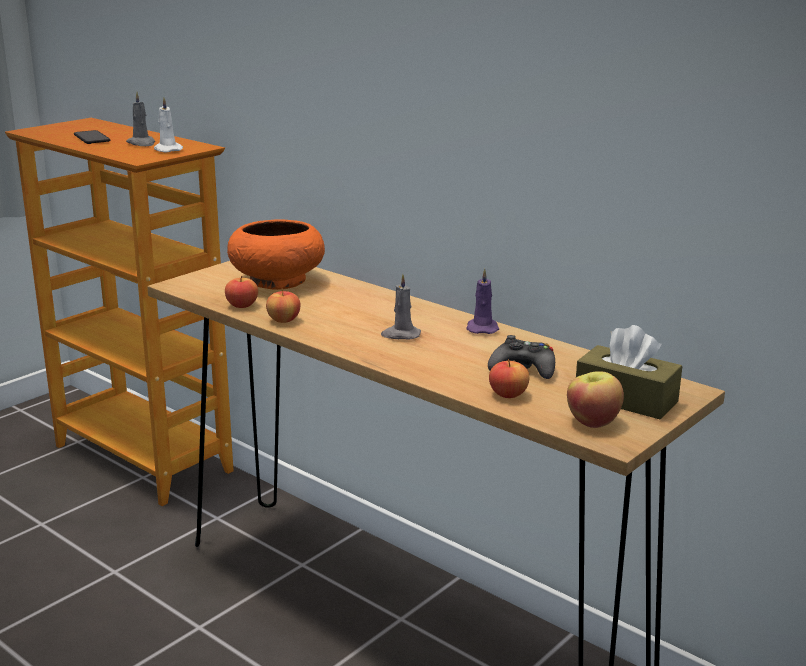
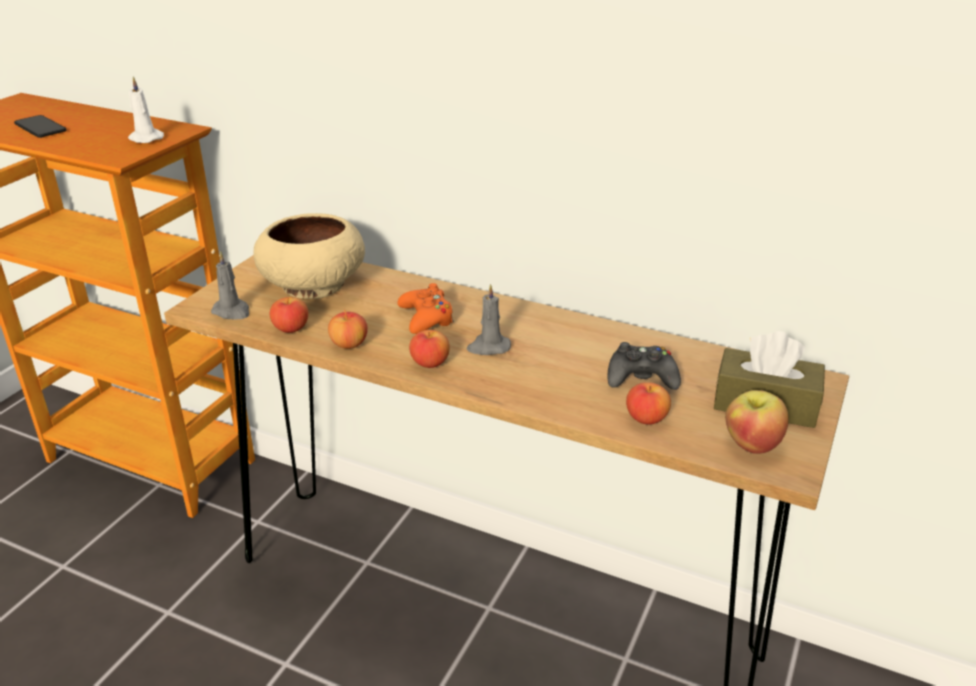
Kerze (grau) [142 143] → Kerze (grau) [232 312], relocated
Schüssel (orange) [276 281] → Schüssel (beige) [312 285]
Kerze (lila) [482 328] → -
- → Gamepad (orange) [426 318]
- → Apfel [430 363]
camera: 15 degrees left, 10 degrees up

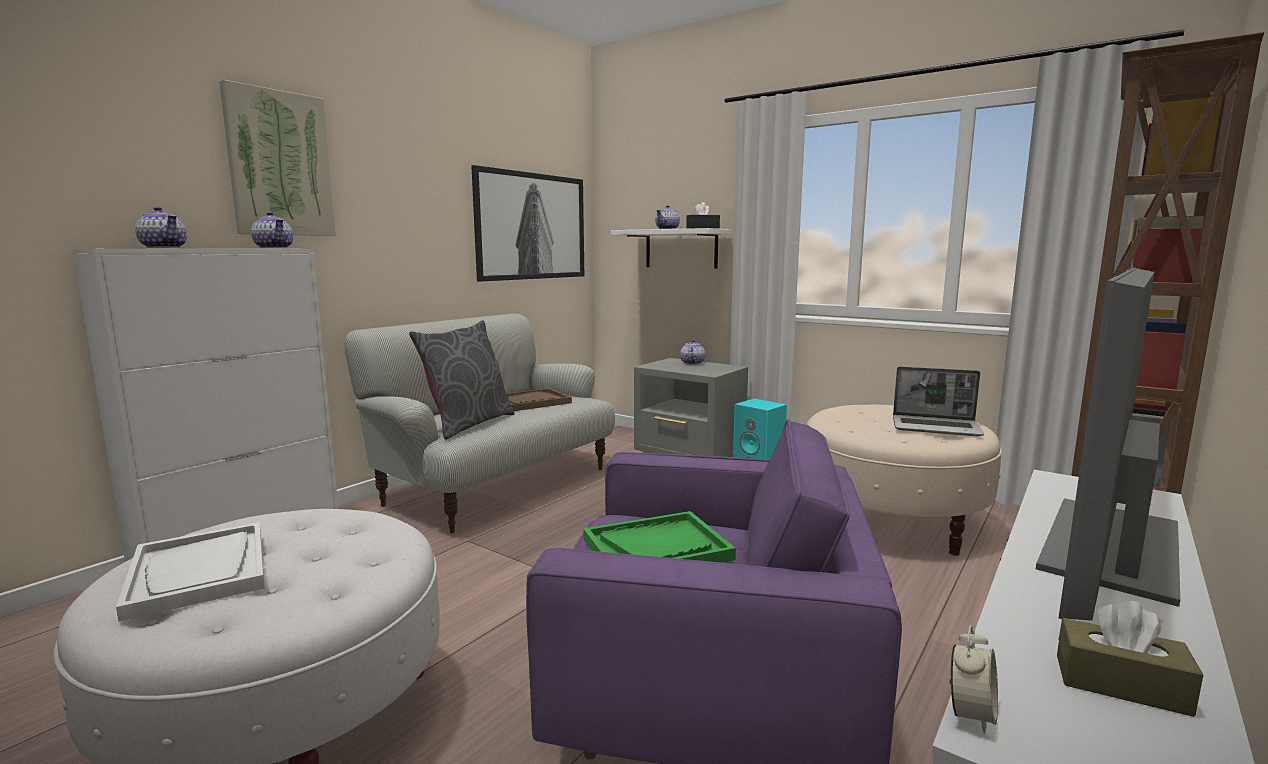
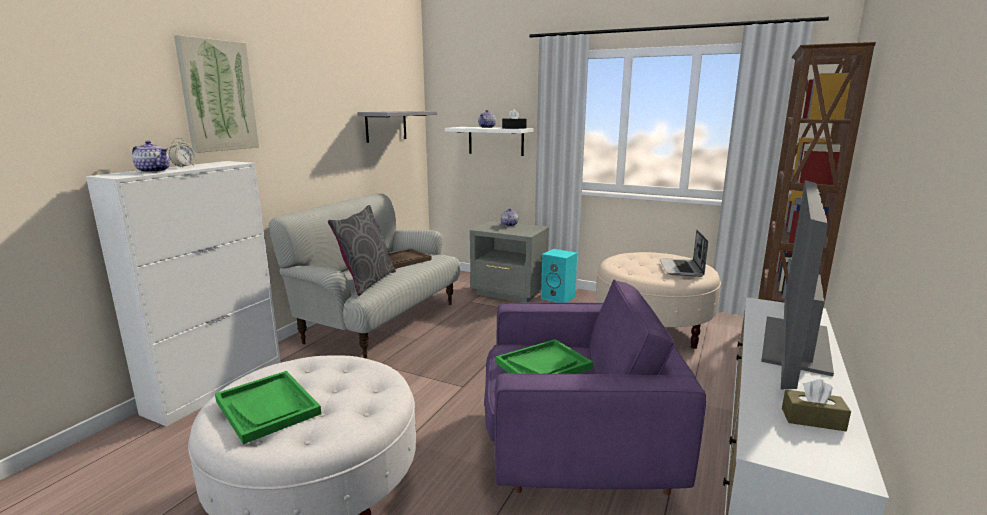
Tablett (weiß) [199 572] → Tablett (grün) [268 407]
Teekanne [274 248] → -
Bild [532 226] → Wandregal (grau) [386 126]
Laptop [936 427] → Laptop [681 269], 90 degrees clockwise
Wecker [971 714] → Wecker [184 166], relocated
camera: 10 degrees left, 5 degrees up

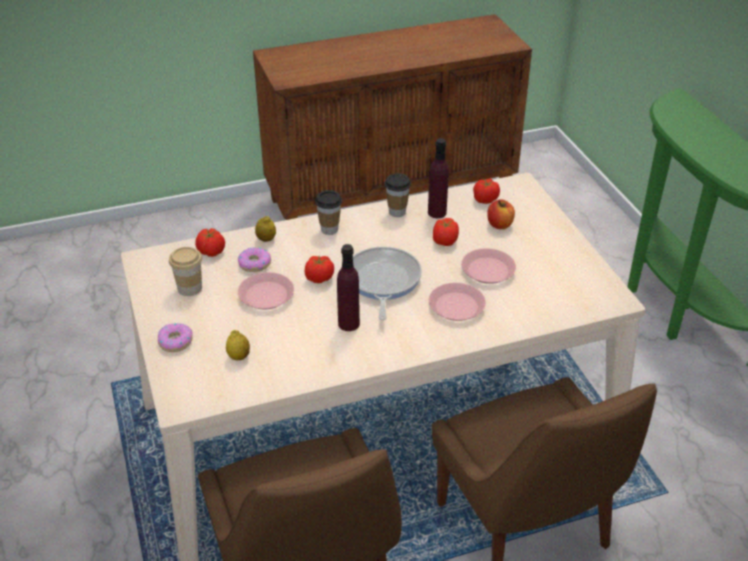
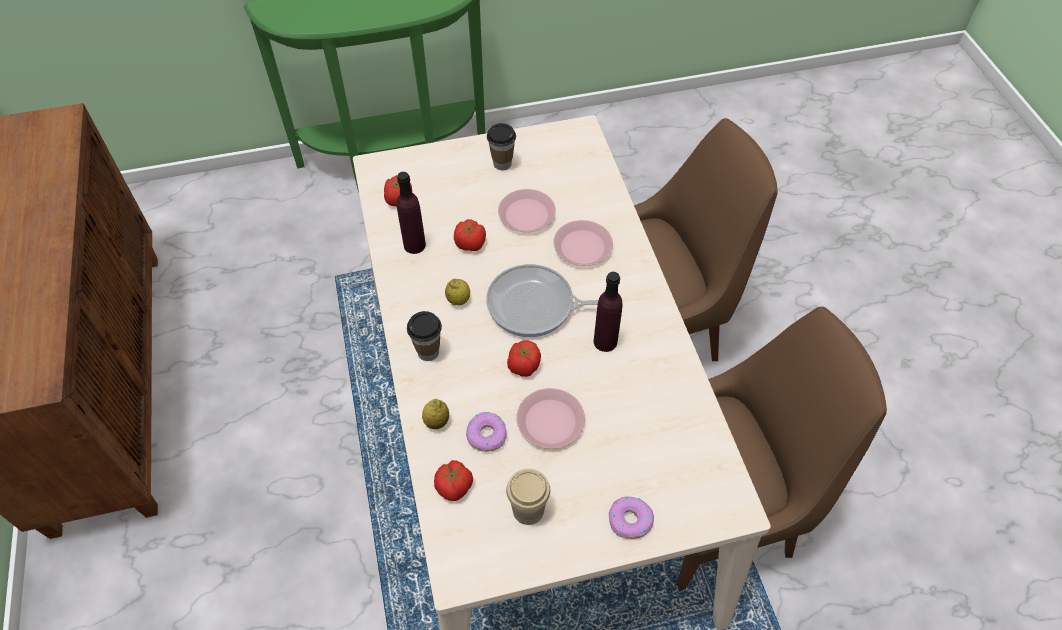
Zitrone [238 357] → Zitrone [458 300], relocated
Tasse [397 212] → Tasse [502 164], relocated
Apfel [500 224] → -
camera: 85 degrees left, 15 degrees up

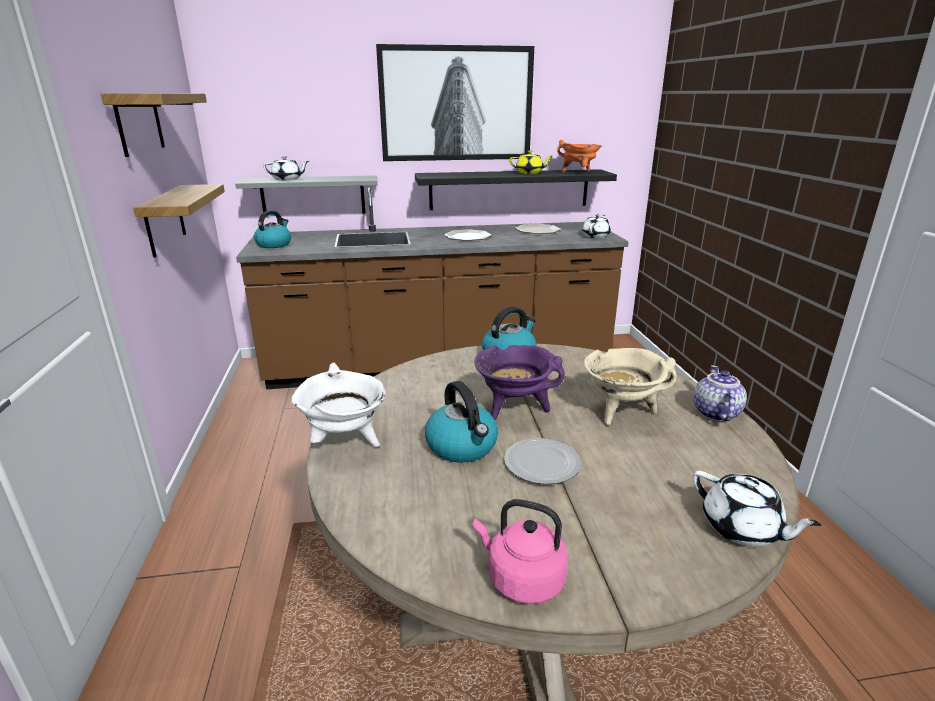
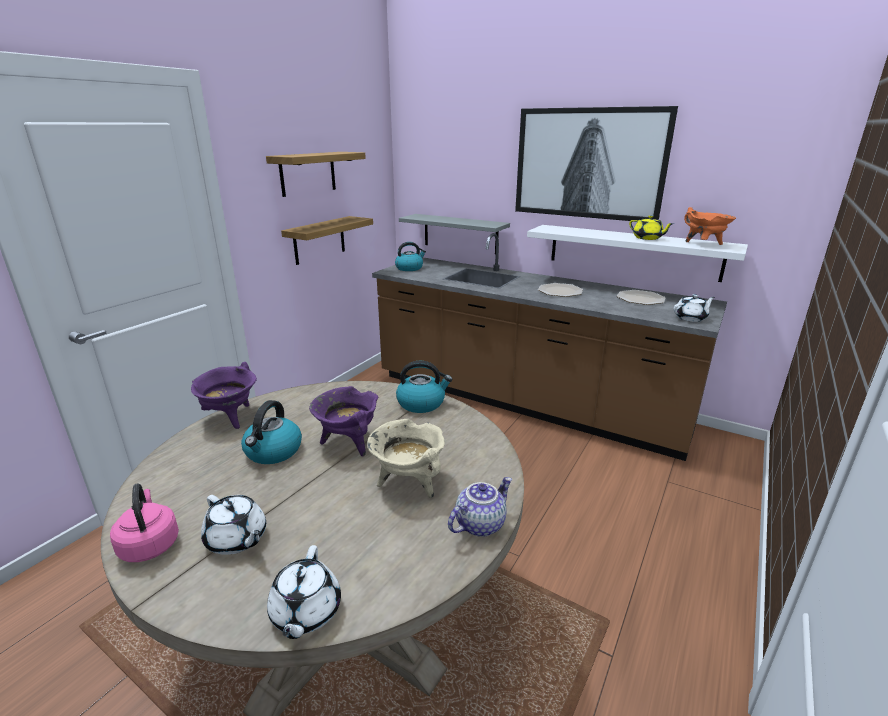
Teekanne (weiß) [287 179] → Teekanne (weiß) [237 539], relocated
Kochtopf (weiß) [345 442] → Kochtopf (lila) [230 418]
Wandregal (schwarz) [509 189] → Wandregal (weiß) [633 252]
Teller [542 464] → -
camera: 40 degrees right, 0 degrees up

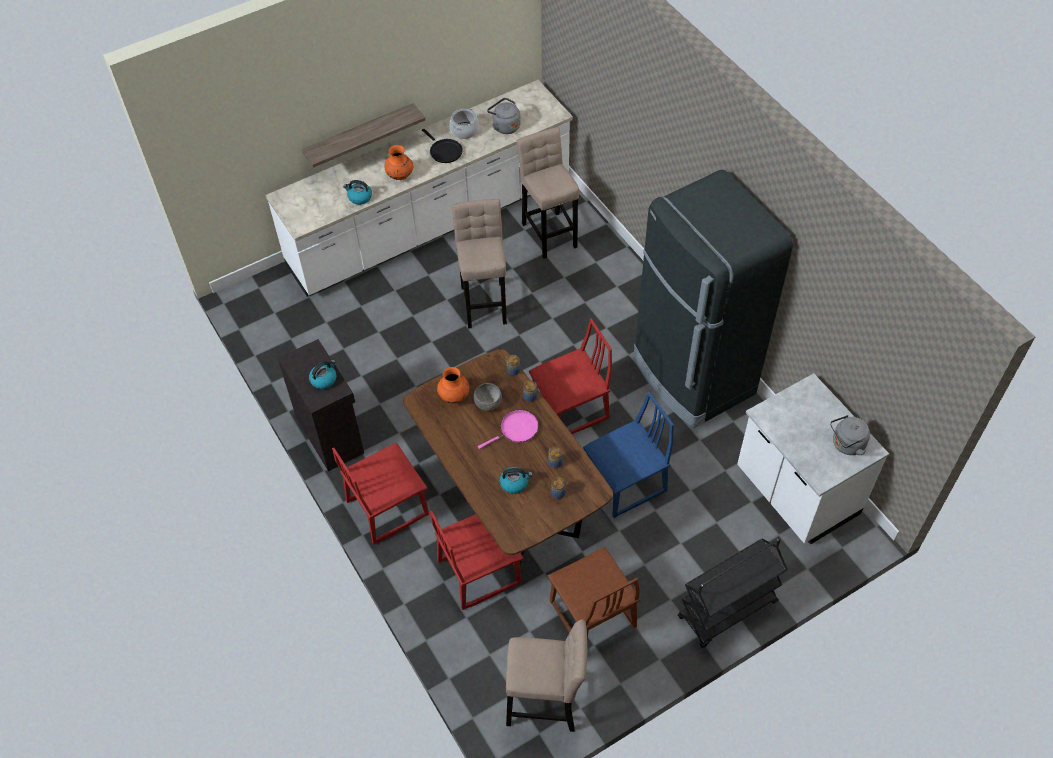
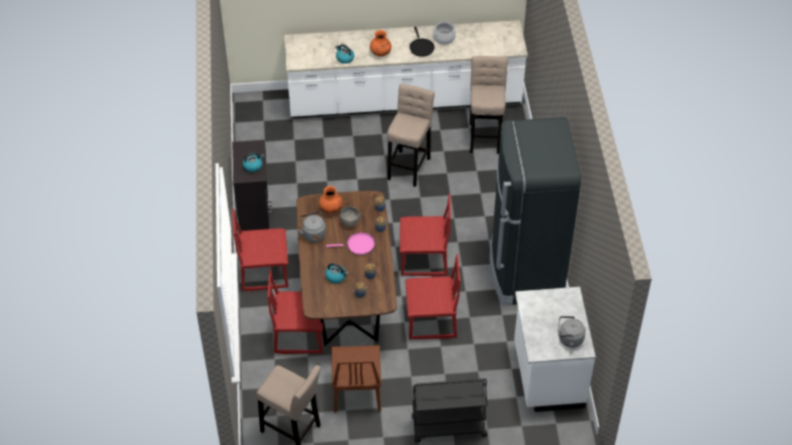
Wandregal [359 136] → -
Wasserkessel (grau) [505 126] → Wasserkessel (grau) [313 234], relocated
Stuhl (blau) [626 484] → Stuhl (rot) [431 321]
camera: 25 degrees right, 5 degrees down

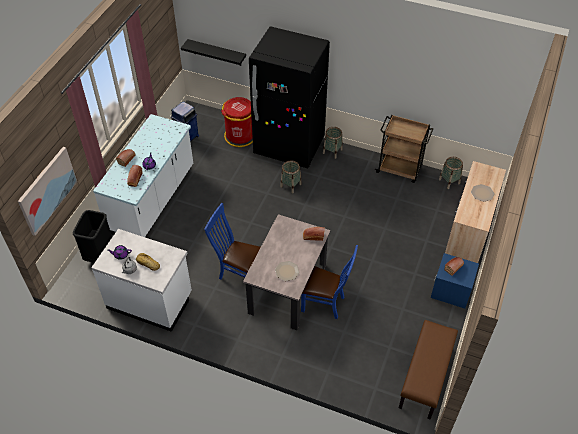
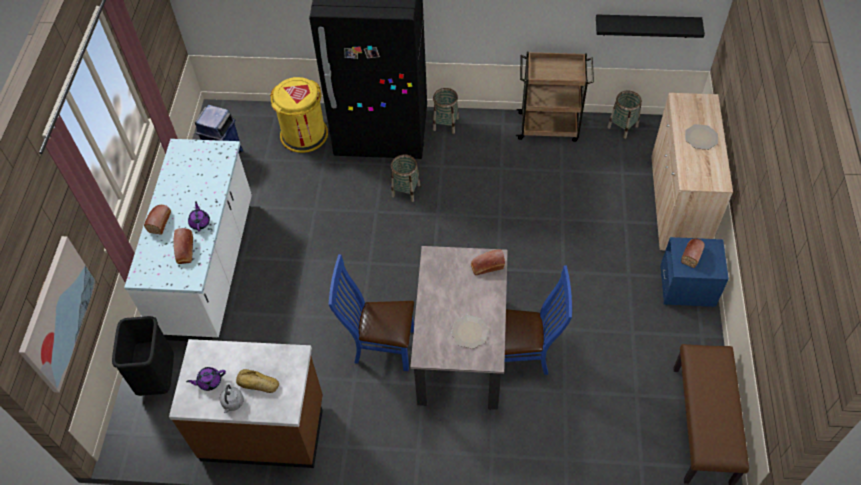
Küchenzeile (weiß) [150 300] → Küchenzeile (braun) [263 428]
Wandregal (schwarz) [217 52] → Wandregal (schwarz) [646 26], relocated
Mülleimer (rot) [240 136] → Mülleimer (gelb) [304 135]
camera: 15 degrees left, 5 degrees up

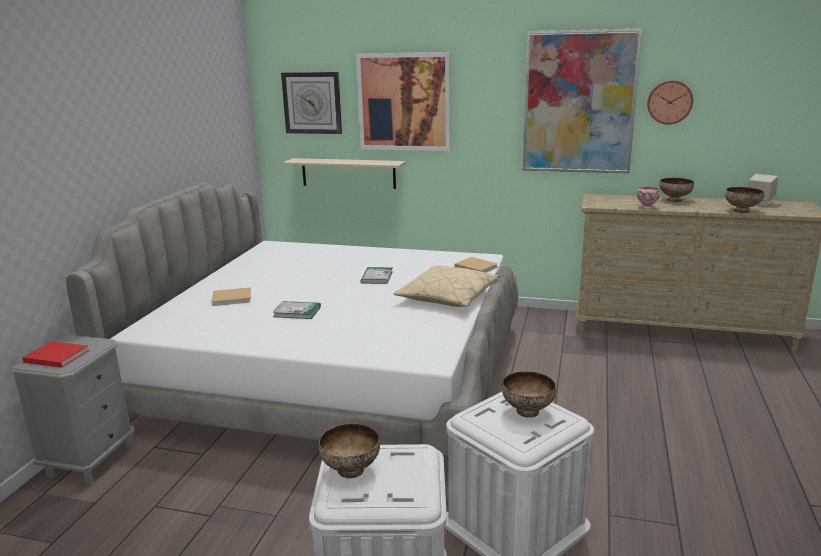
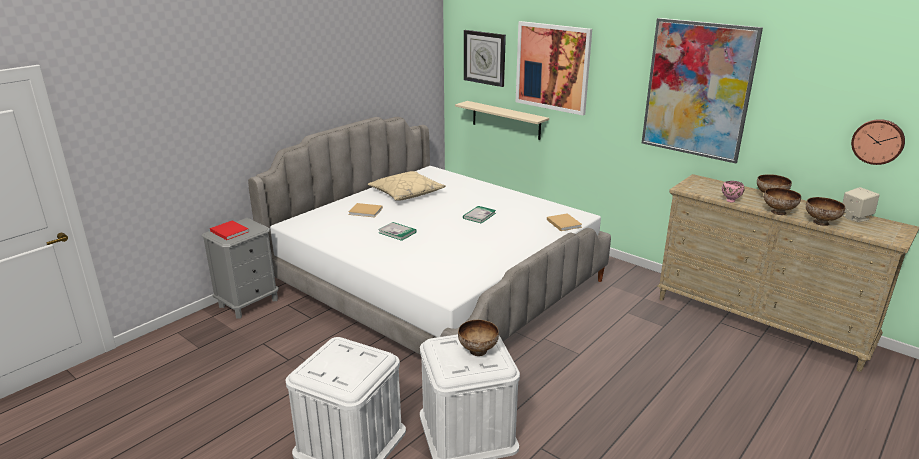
Schüssel [350 471] → Schüssel [778 212], relocated
Kissen (beige) [448 297] → Kissen (beige) [406 193], relocated
Wanduhr [669 102] → Wanduhr [878 141], relocated
camera: 25 degrees right, 5 degrees up

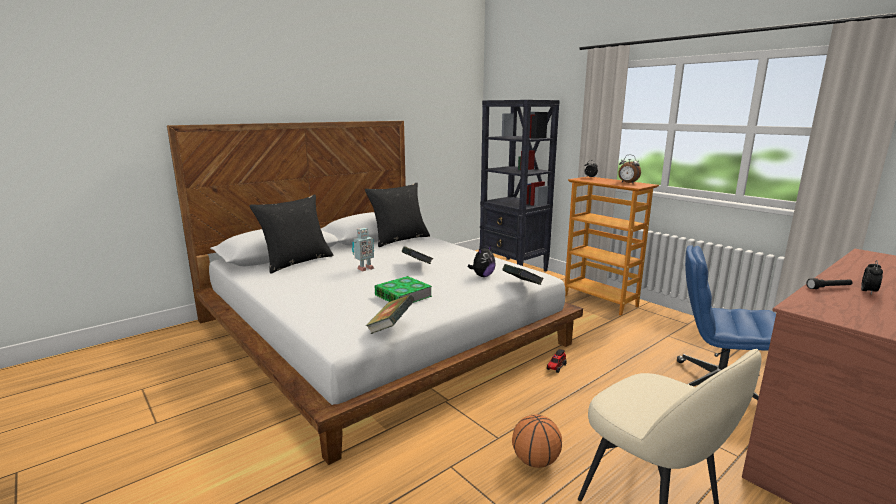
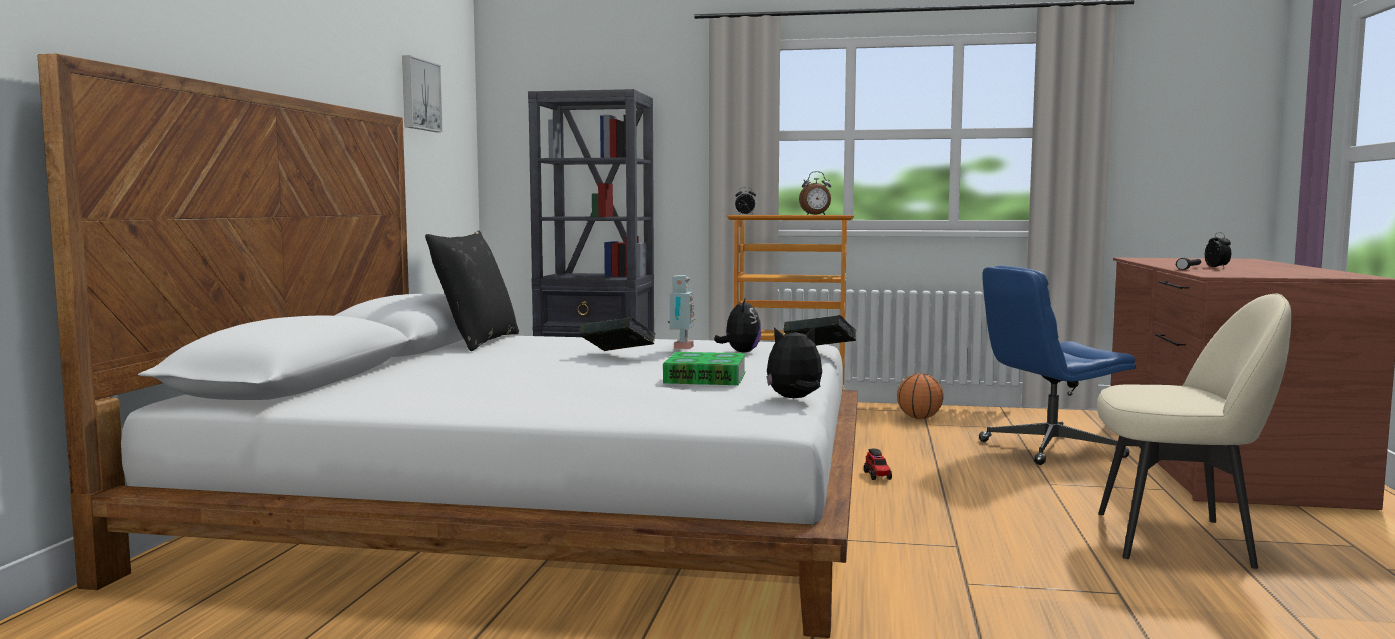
Kissen (schwarz) [296 262] → -
Spielzeugroboter [364 269] → Spielzeugroboter [681 348], relocated
Buch [391 327] → Plüschtier [795 399]
Basketball [535 461] → Basketball [919 418], relocated
- → Bild [419 95]
camera: 40 degrees left, 10 degrees down

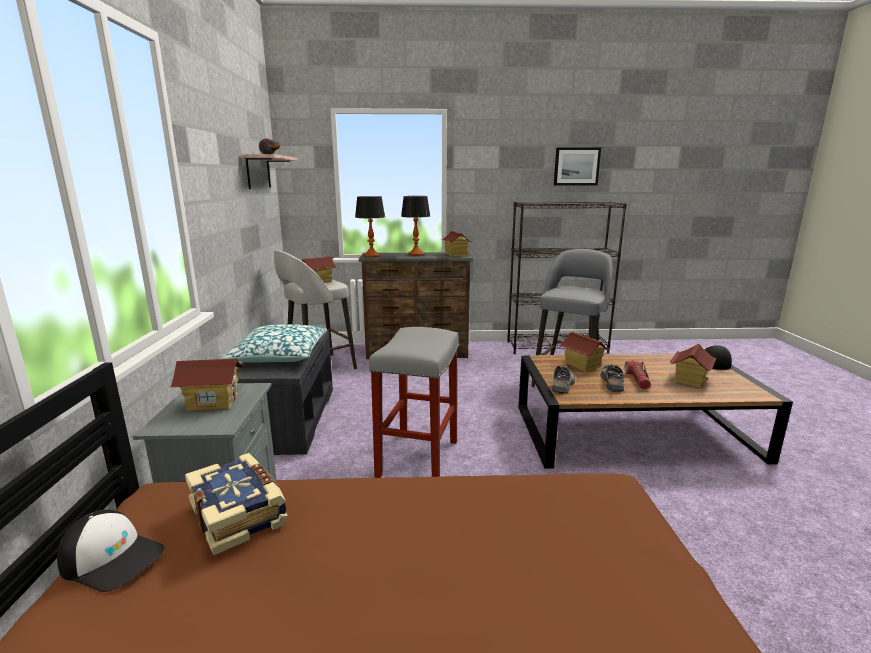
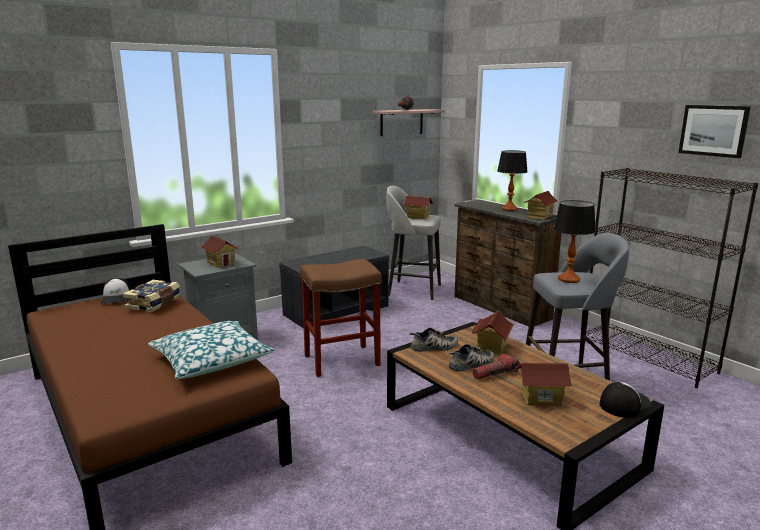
Kissen [279 355] → Kissen [211 360], relocated
Tischlampe [371 256] → Tischlampe [568 279], relocated
Hocker (grau) [418 459] → Hocker (braun) [341 361]
camera: 55 degrees right, 0 degrees up

